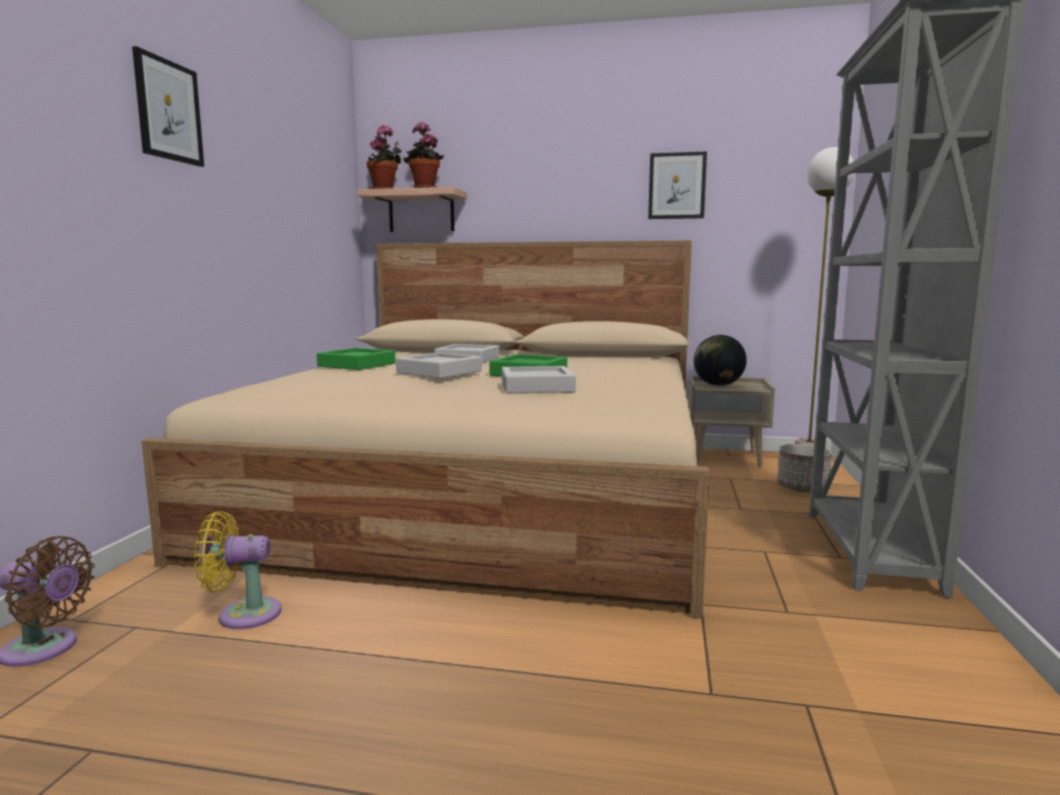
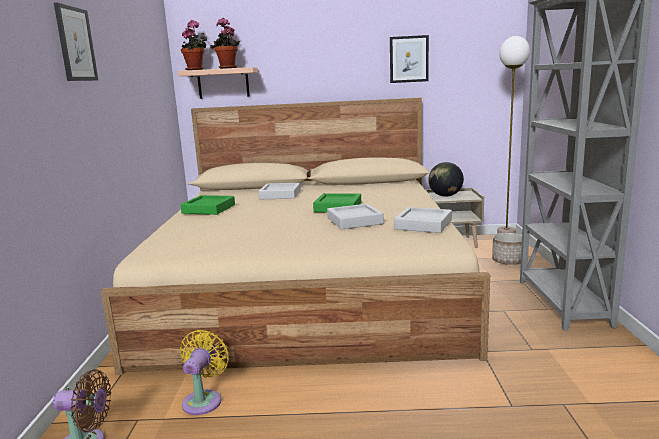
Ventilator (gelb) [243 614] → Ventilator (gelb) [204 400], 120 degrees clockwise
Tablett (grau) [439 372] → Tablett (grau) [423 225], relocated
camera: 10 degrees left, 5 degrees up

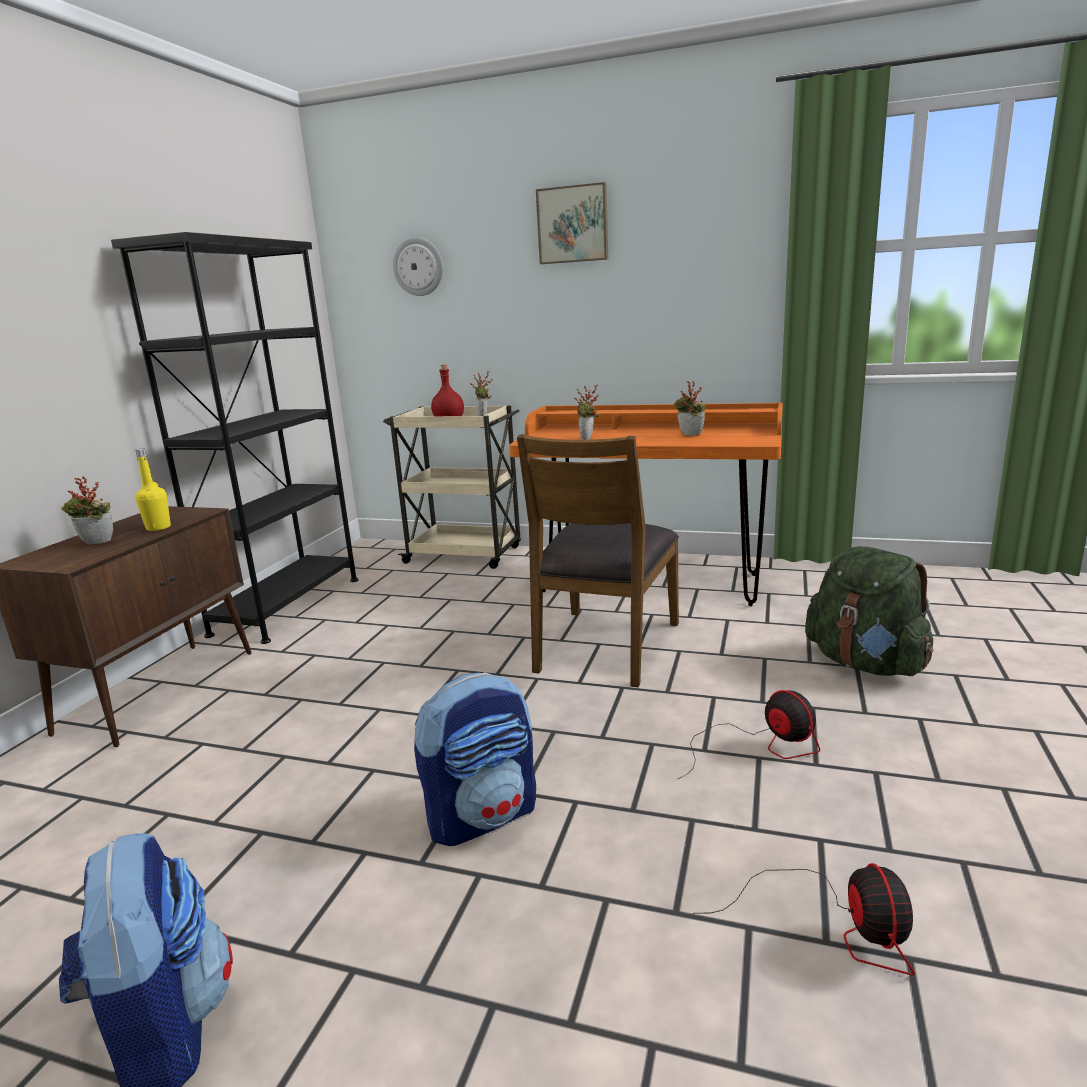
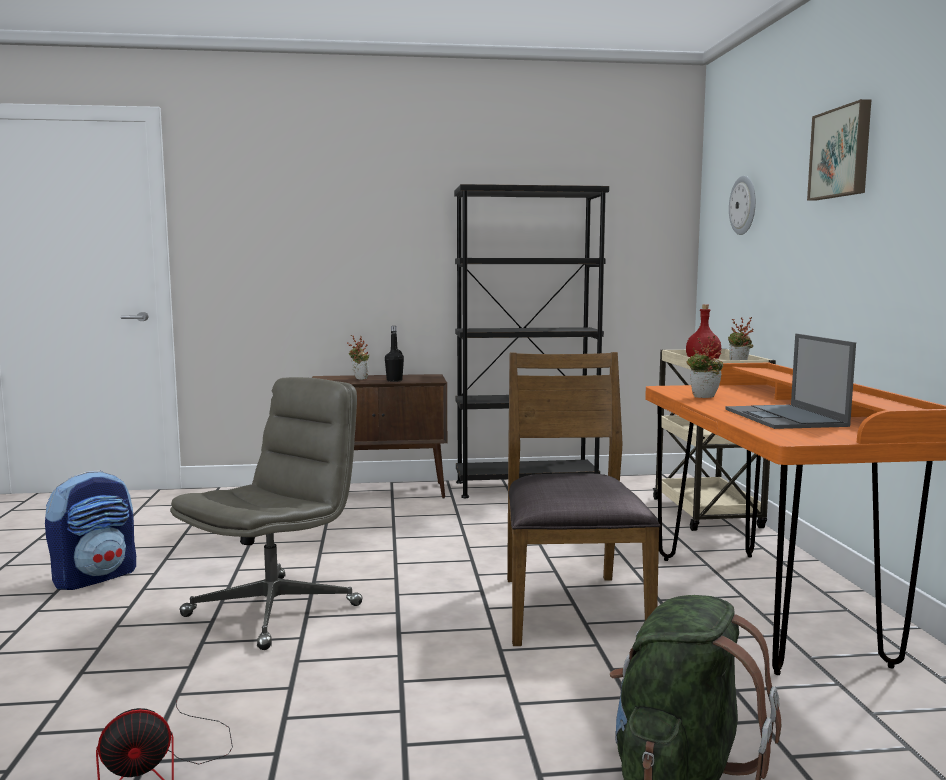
Flasche (gelb) [158 528] → Flasche (schwarz) [394 380]
Rucksack [483 816] → Bürostuhl (grau) [274 610]
Stuhl (braun) [605 646] → Stuhl (braun) [570 607], 90 degrees clockwise
Topfpflanze [689 435] → Laptop [785 418]
Ventilator [759 746] → -
camera: 65 degrees right, 10 degrees down

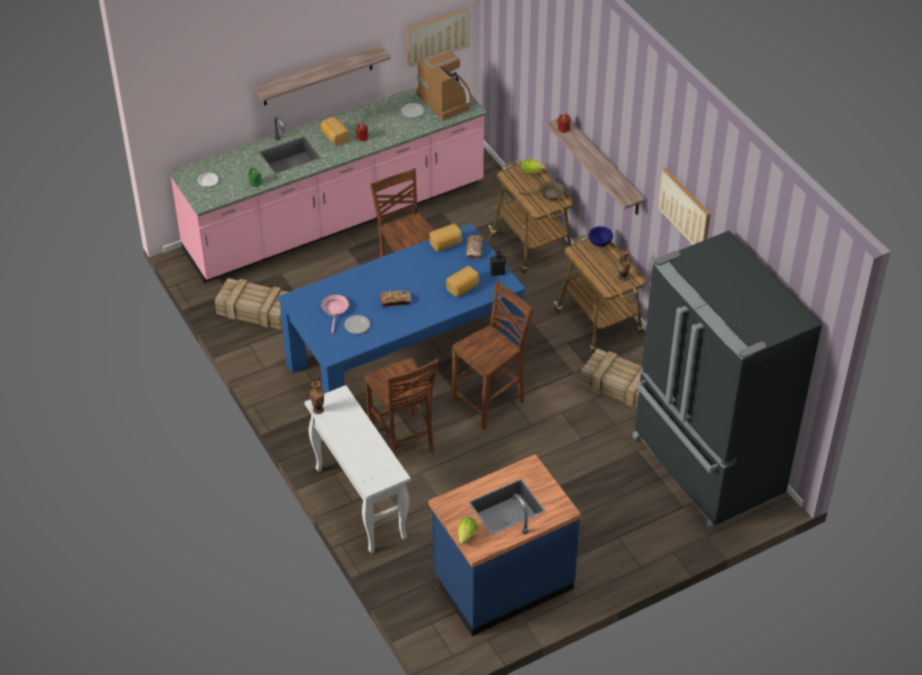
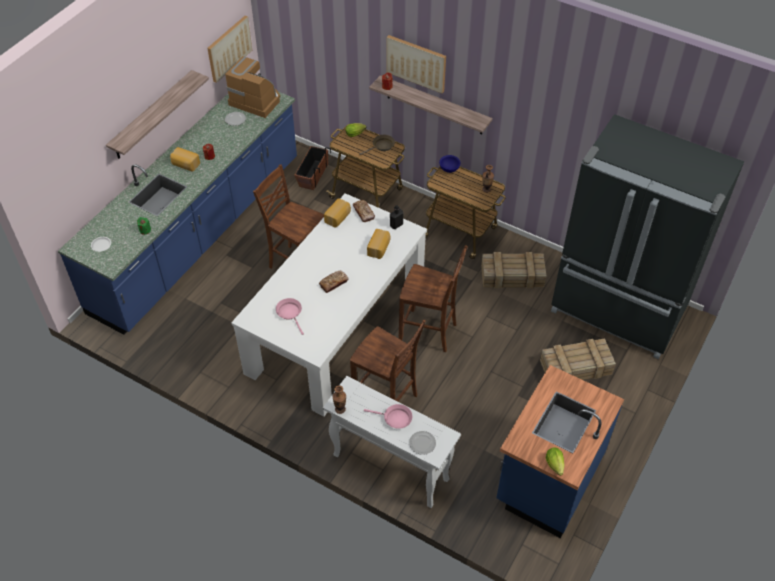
Küchenzeile (rosa) [336 218] → Küchenzeile (blau) [199 234]
Kiste [253 310] → Kiste [575 367], relocated
Esstisch (blau) [404 359] → Esstisch (weiß) [336 327]
Teller [357 325] → Teller [422 443], relocated
Stuhl (braun) [491 402] → Stuhl (braun) [429 332], 90 degrees clockwise
Bild [685 210] → Bild [416 63], relocated
- → Pflanzkübel [313 175]
- → Pfanne (rosa) [395 419]
camera: 30 degrees left, 5 degrees up

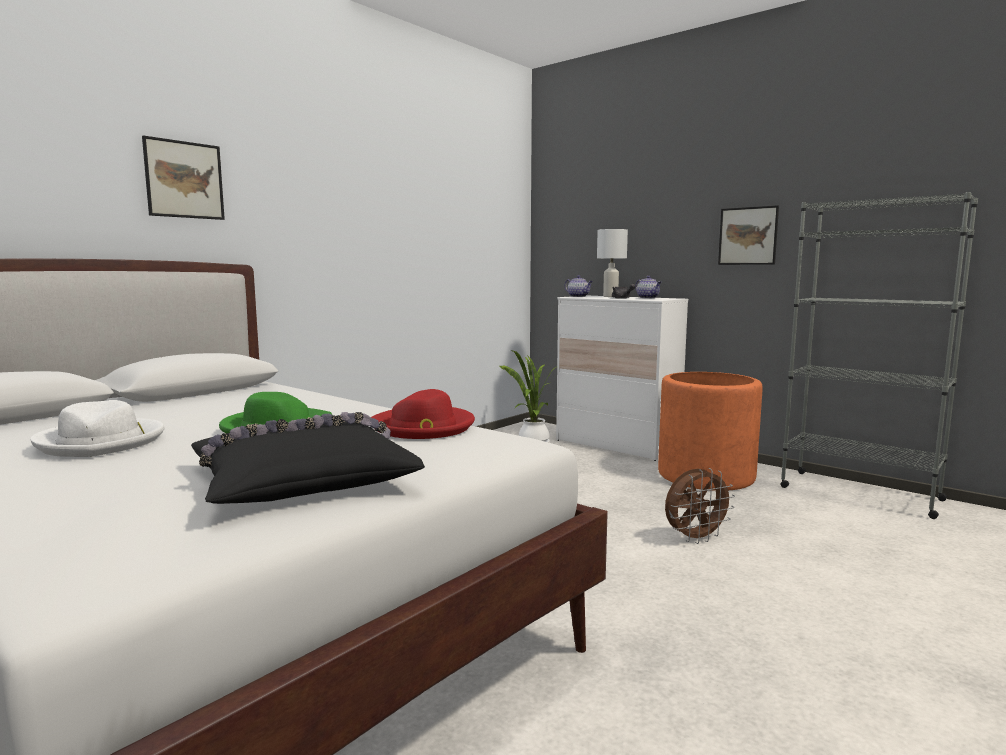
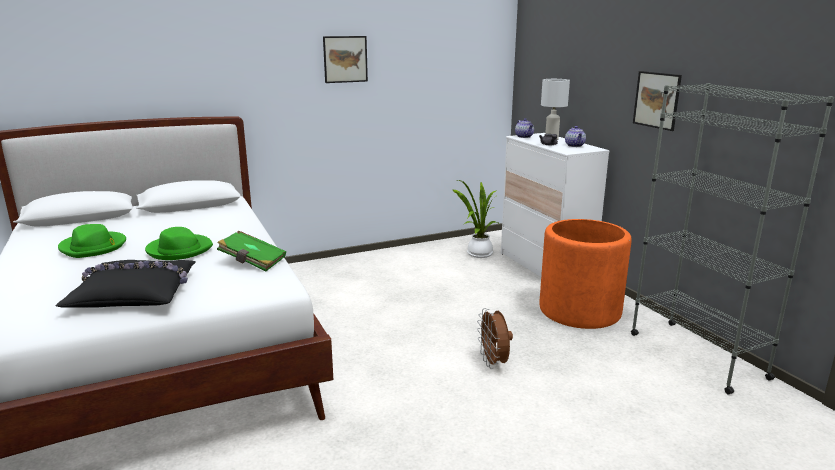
Hut (weiß) [102 442] → Hut (grün) [93 247]
Bild [184 180] → Bild [345 59], relocated
Hut (rot) [423 427] → Buch (grün) [252 262]
Ventilator (braun) [695 538] → Ventilator (braun) [494 363], 75 degrees clockwise
camera: 25 degrees right, 10 degrees up

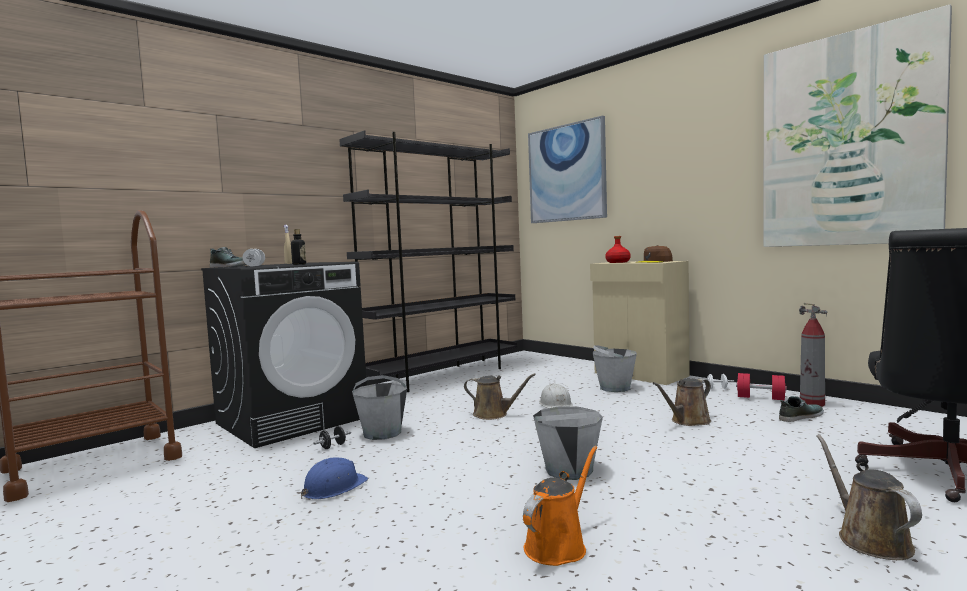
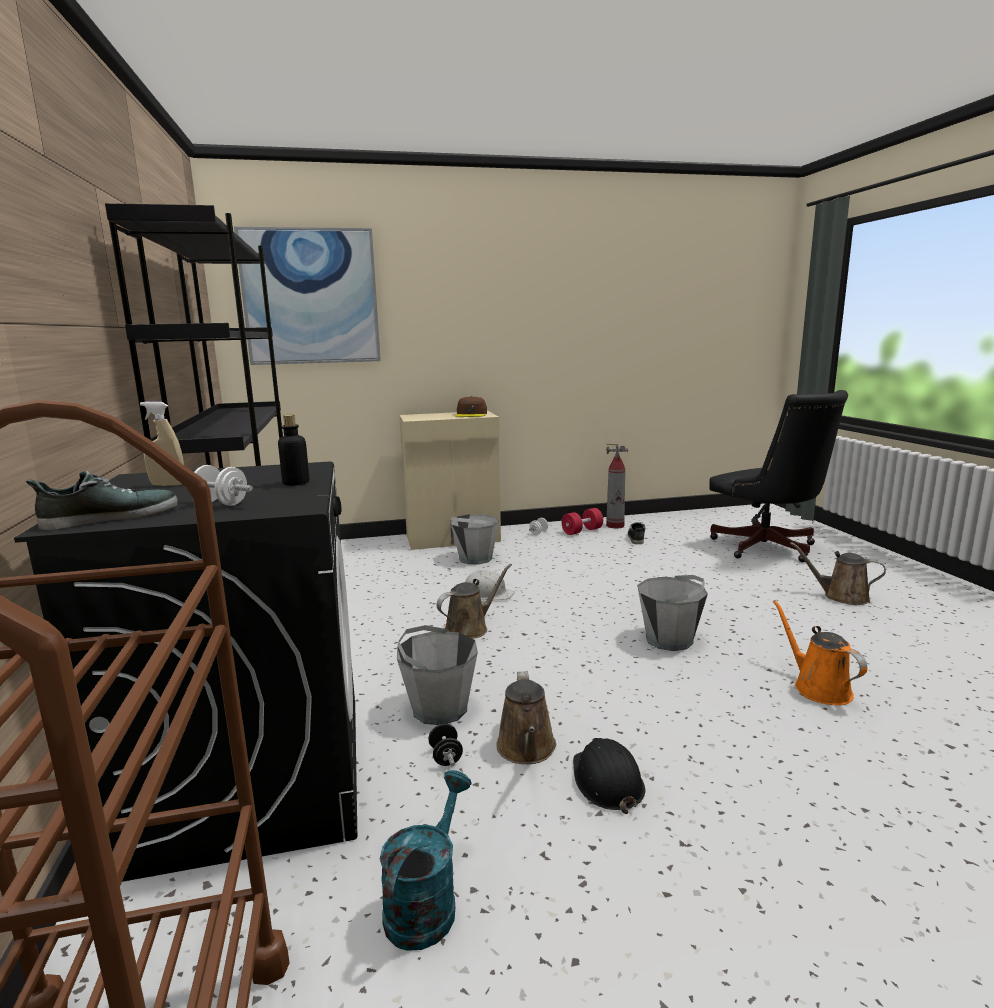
Schutzhelm (blau) [333 488] → Schutzhelm (schwarz) [606 781]
Flasche (rot) [618 262] → -
Gießkanne (braun) [688 421] → Gießkanne (braun) [527 750], relocated
Bild [847 140] → -
- → Gießkanne (türkis) [426 902]
camera: 60 degrees left, 10 degrees up

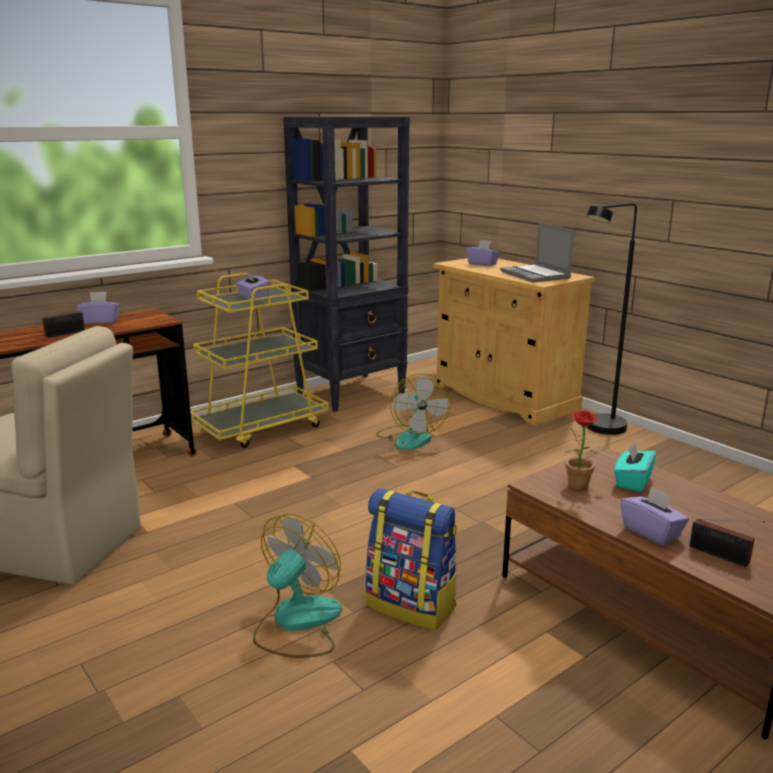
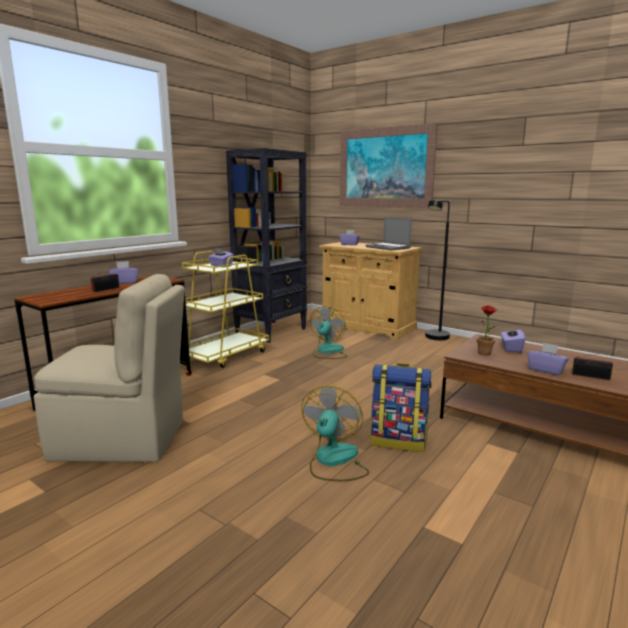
Ventilator [411 437] → Ventilator [328 352], 135 degrees counterclockwise
Taschentuchbox (türkis) [632 481] → Taschentuchbox (lila) [511 348]
- → Bild [385 167]
camera: 15 degrees left, 5 degrees down

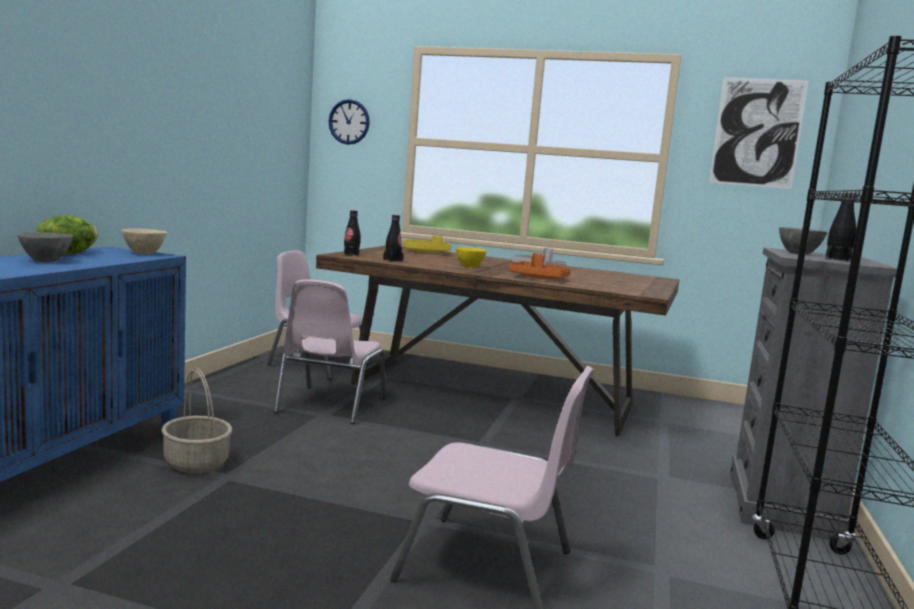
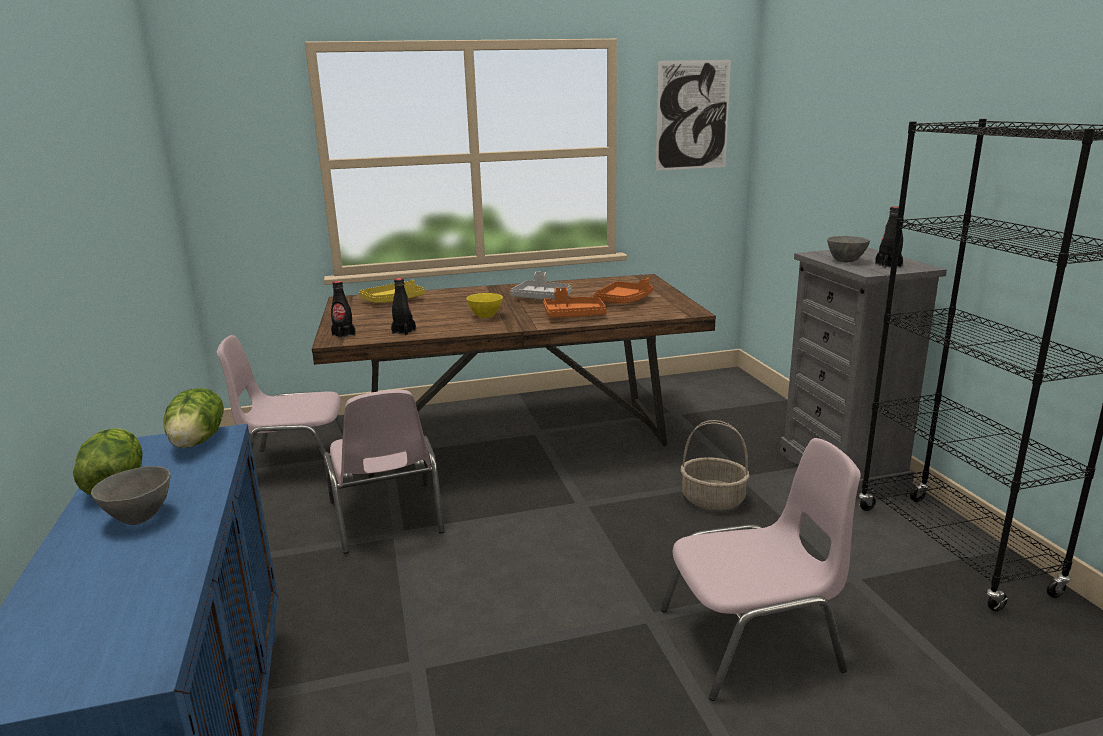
Schüssel (beige) [145 254] → Salatkopf [198 441]
Korb [197 463] → Korb [713 499], relocated
Wanduhr [349 122] → -
- → Tablett (orange) [623 301]
camera: 30 degrees left, 10 degrees up

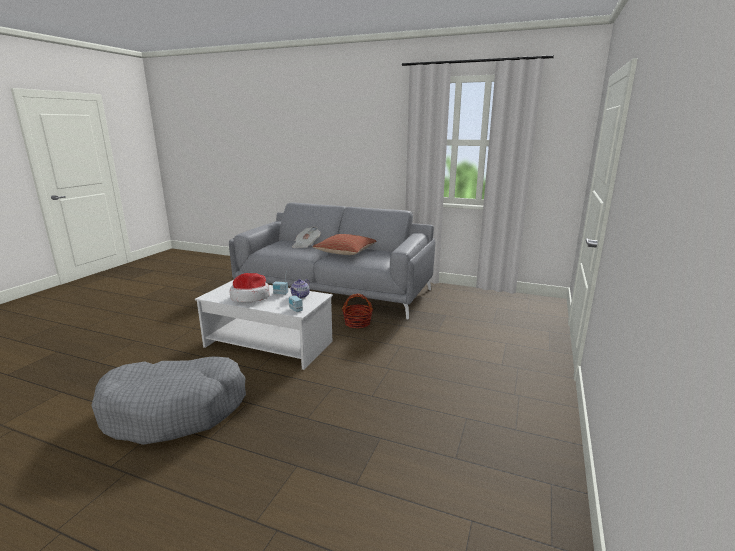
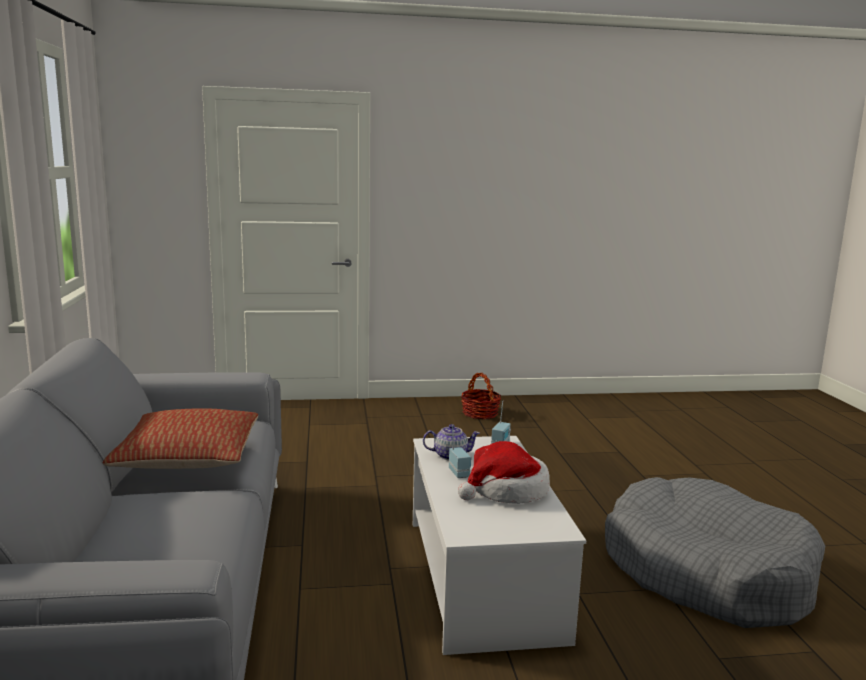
Zeitung [306 245] → -
Korb [357 323] → Korb [480 413], relocated
camera: 120 degrees left, 5 degrees down

